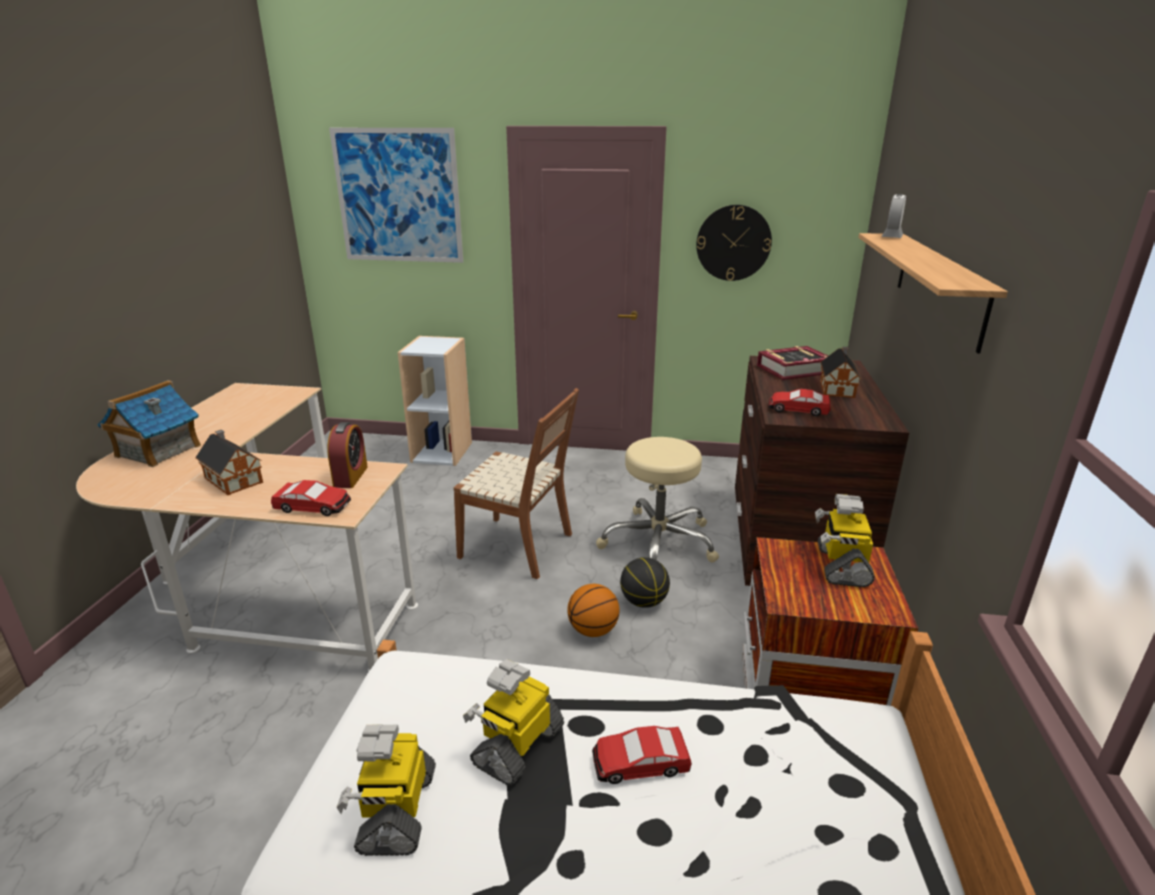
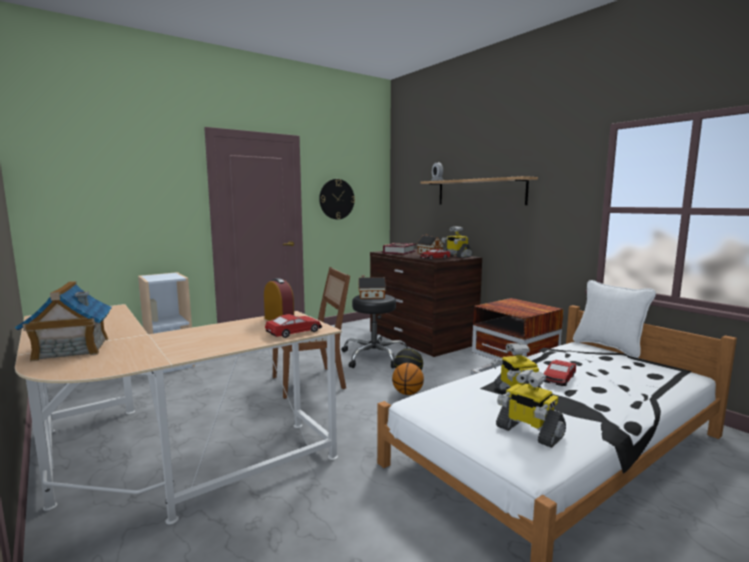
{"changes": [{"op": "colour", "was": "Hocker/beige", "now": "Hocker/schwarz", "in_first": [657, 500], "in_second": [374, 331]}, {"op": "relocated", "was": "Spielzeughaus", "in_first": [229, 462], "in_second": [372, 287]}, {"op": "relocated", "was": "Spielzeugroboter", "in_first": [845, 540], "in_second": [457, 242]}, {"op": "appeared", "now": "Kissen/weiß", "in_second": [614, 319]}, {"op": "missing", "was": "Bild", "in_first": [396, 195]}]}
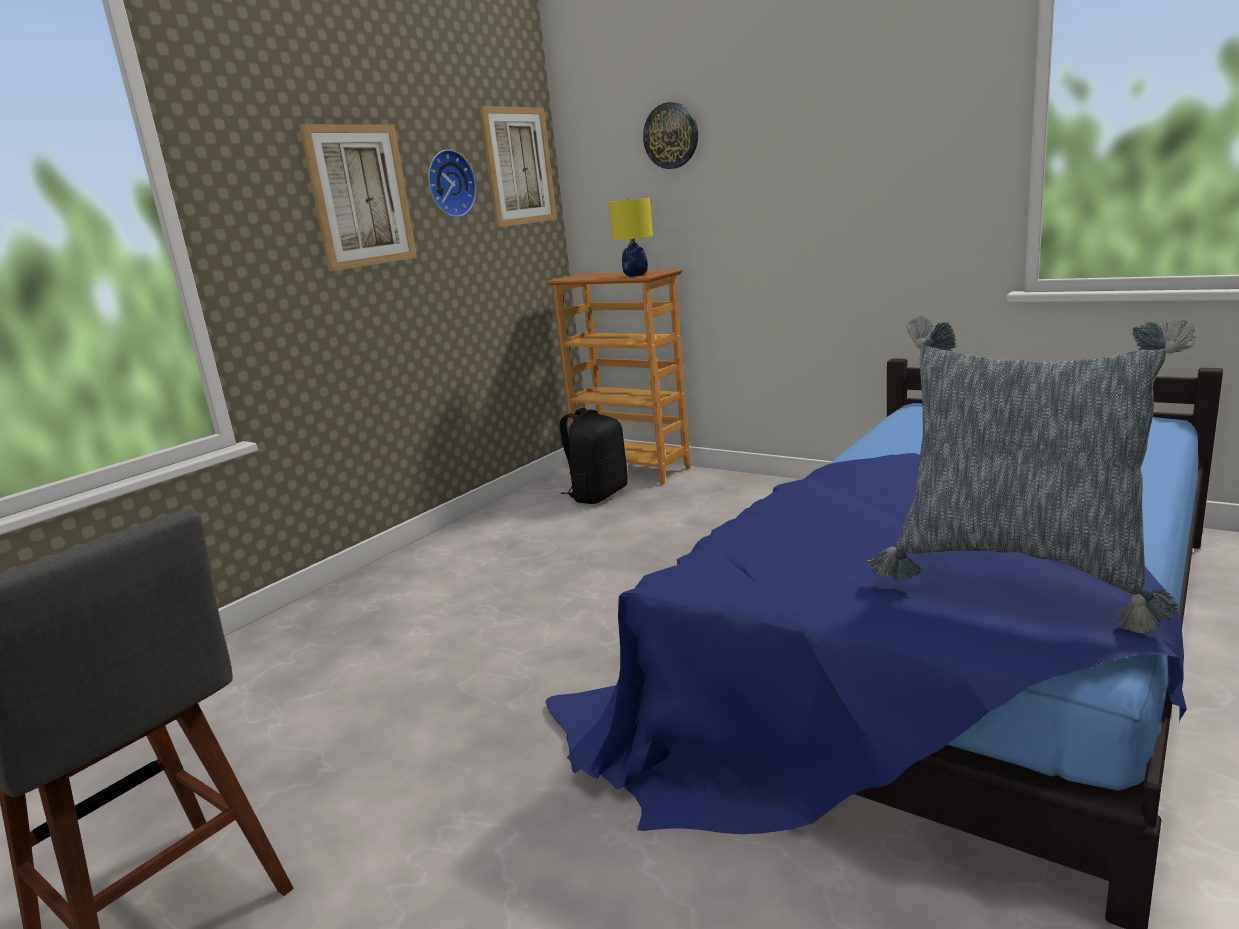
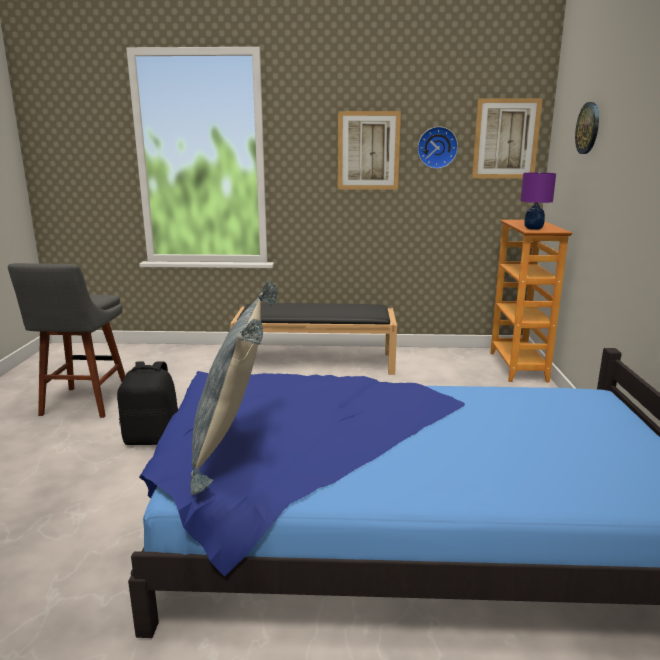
{"changes": [{"op": "relocated", "was": "Rucksack/schwarz", "in_first": [594, 456], "in_second": [147, 403]}, {"op": "appeared", "now": "Bank/schwarz", "in_second": [313, 339]}, {"op": "colour", "was": "Tischlampe/gelb", "now": "Tischlampe/lila", "in_first": [630, 237], "in_second": [538, 201]}]}
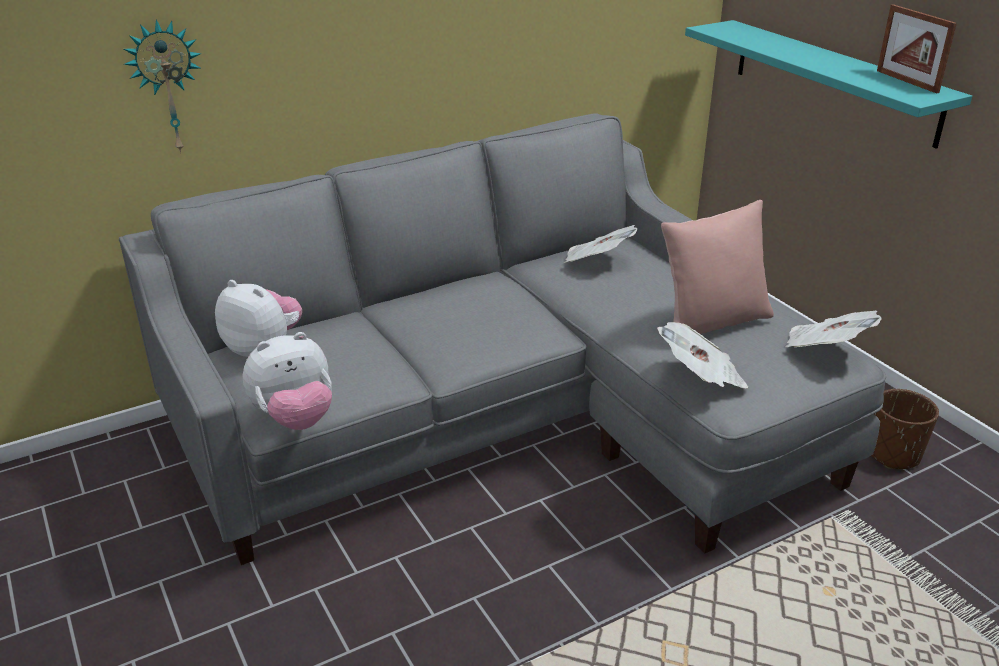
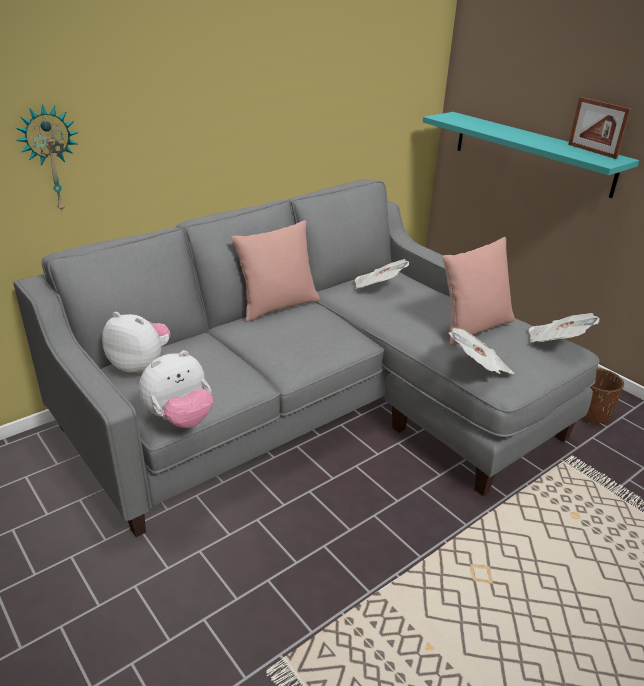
{"changes": [{"op": "appeared", "now": "Kissen/rosa", "in_second": [275, 271]}]}
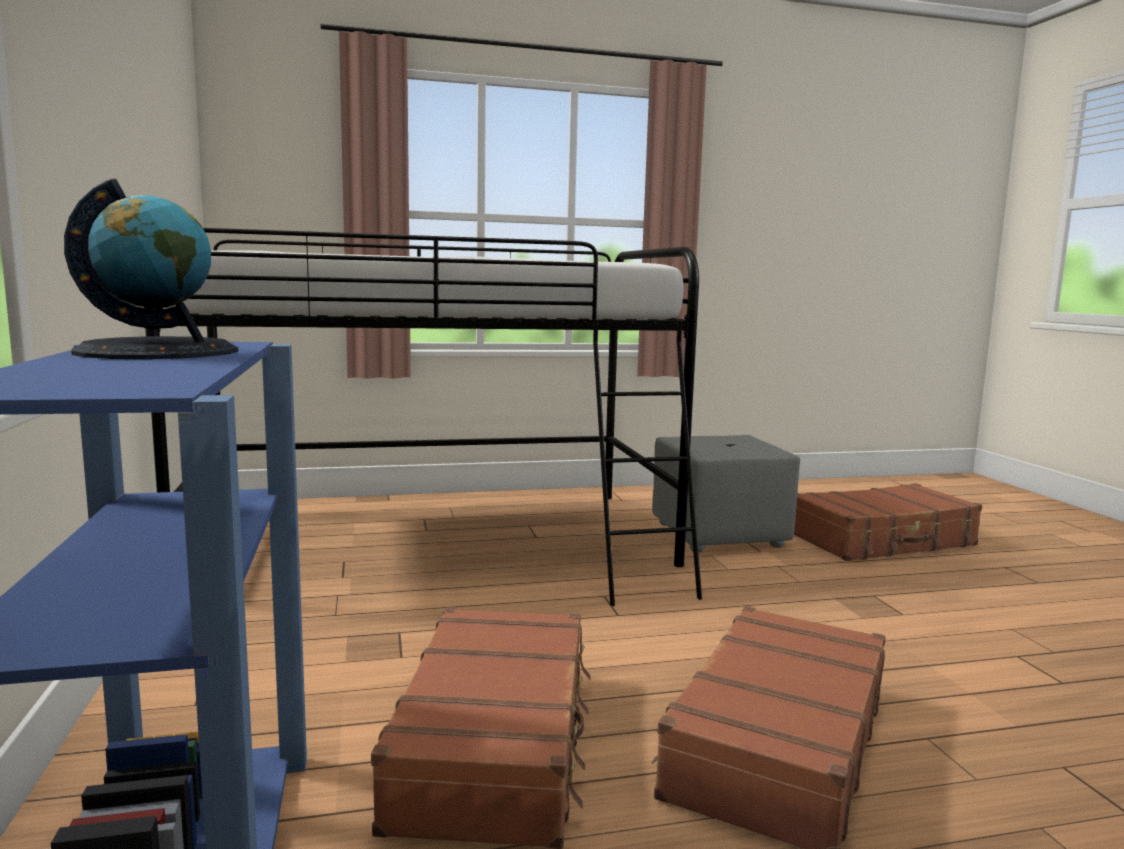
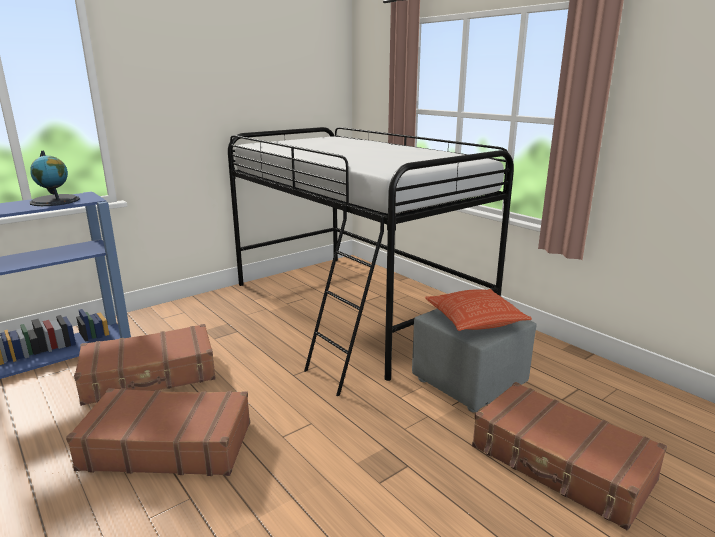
{"changes": [{"op": "appeared", "now": "Kissen/orange", "in_second": [478, 310]}]}
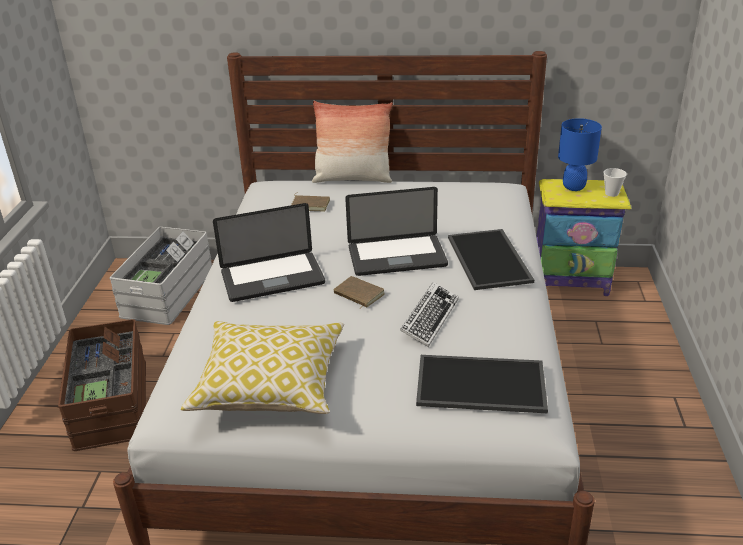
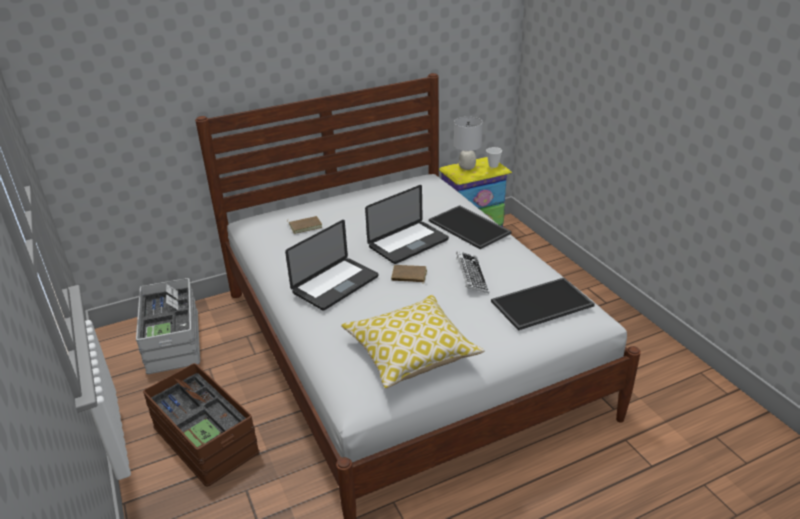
{"changes": [{"op": "colour", "was": "Tischlampe/blau", "now": "Tischlampe/grau", "in_first": [580, 154], "in_second": [468, 143]}, {"op": "missing", "was": "Kissen", "in_first": [352, 142]}]}
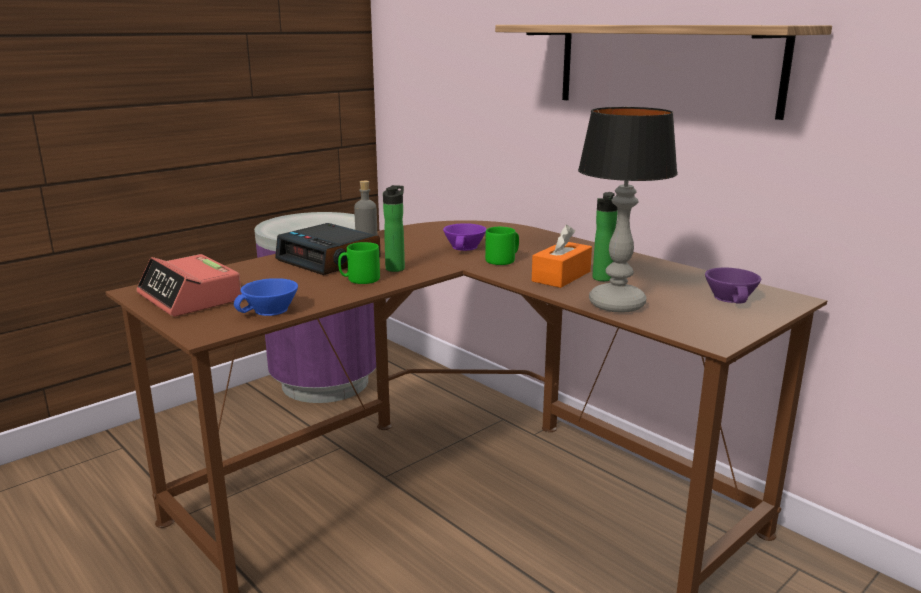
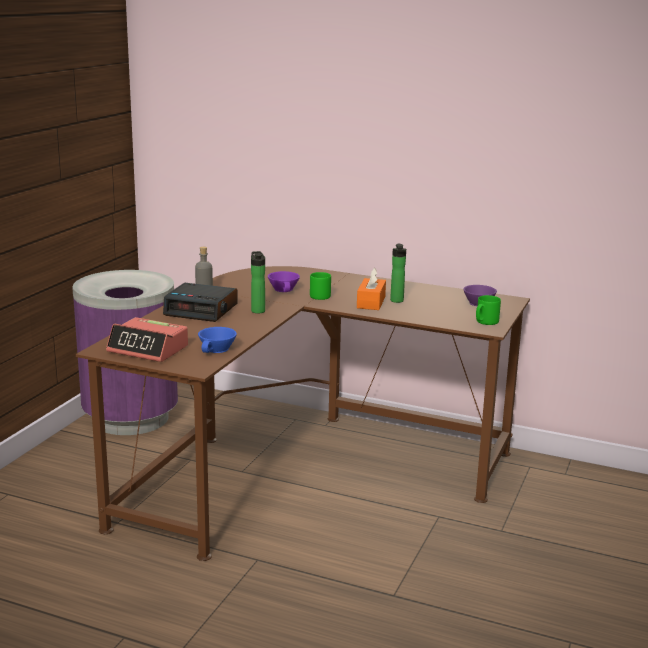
{"changes": [{"op": "relocated", "was": "Henkelbecher/grün", "in_first": [359, 263], "in_second": [488, 310]}, {"op": "missing", "was": "Wandregal", "in_first": [663, 72]}, {"op": "missing", "was": "Tischlampe", "in_first": [628, 210]}]}
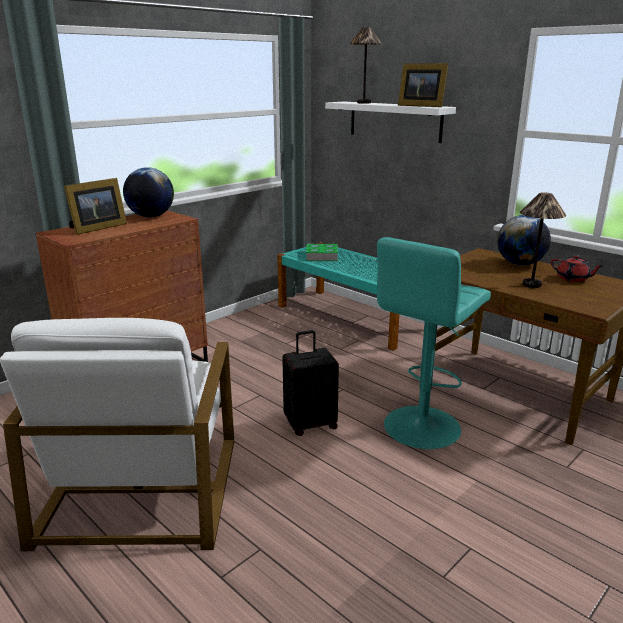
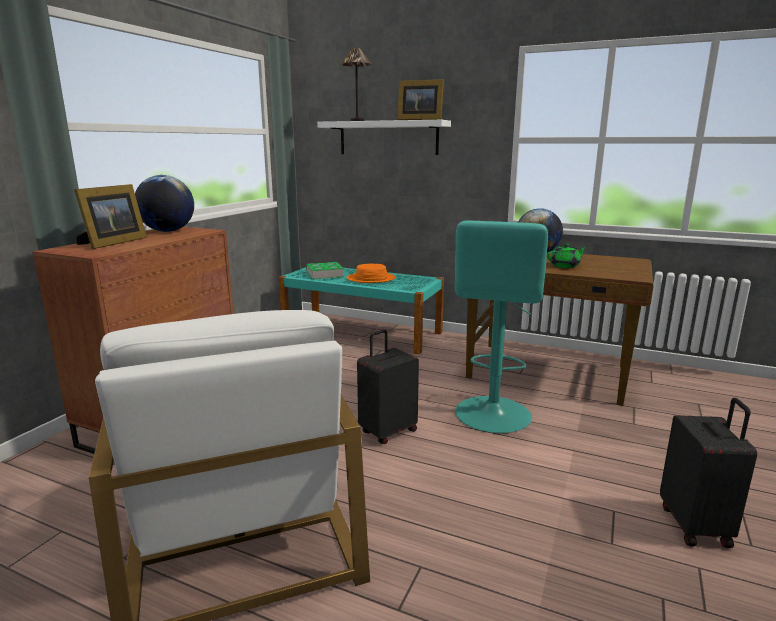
{"changes": [{"op": "appeared", "now": "Hut/orange", "in_second": [371, 273]}, {"op": "exchanged", "was": "Tischlampe", "now": "Teekanne/grün", "in_first": [543, 240], "in_second": [566, 255]}, {"op": "appeared", "now": "Koffer/schwarz", "in_second": [708, 473]}, {"op": "missing", "was": "Teekanne/rot", "in_first": [577, 268]}]}
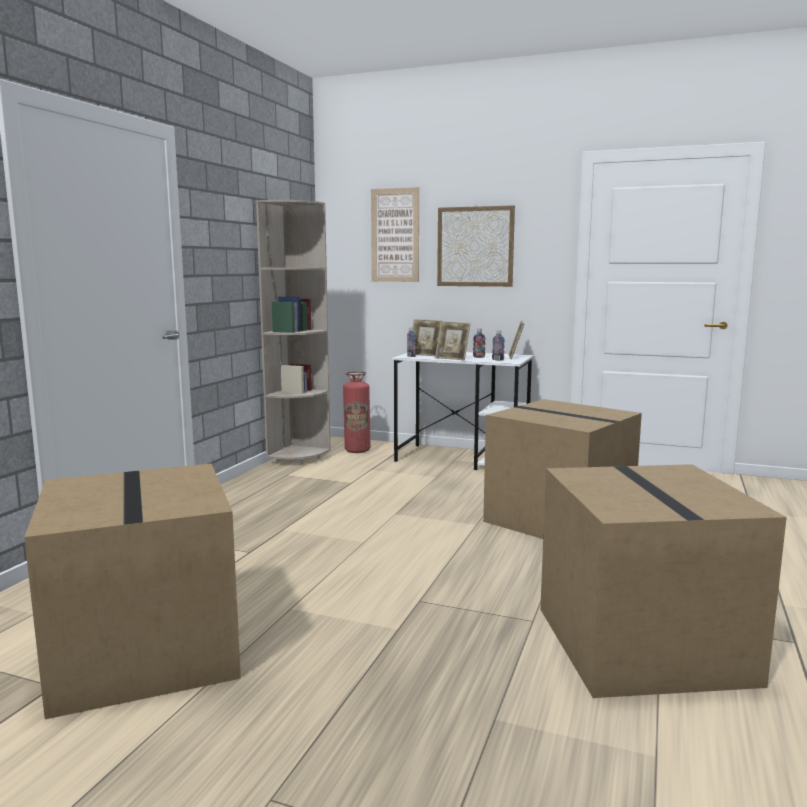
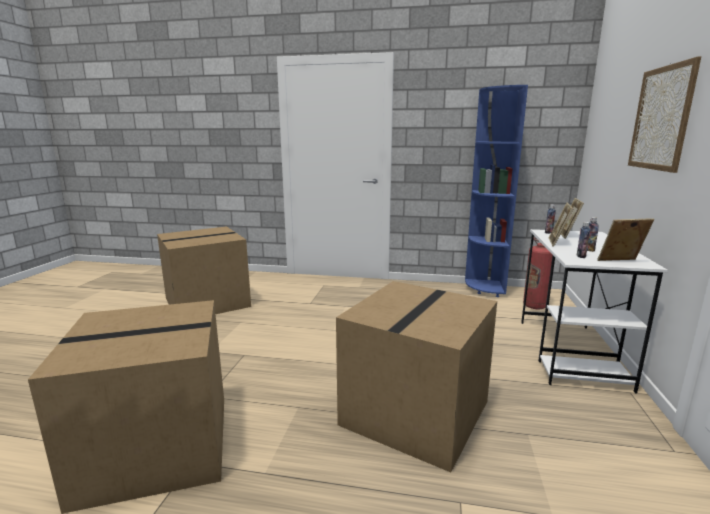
{"changes": [{"op": "colour", "was": "Bücherregal/beige", "now": "Bücherregal/blau", "in_first": [293, 332], "in_second": [496, 191]}, {"op": "missing", "was": "Bild", "in_first": [395, 234]}]}
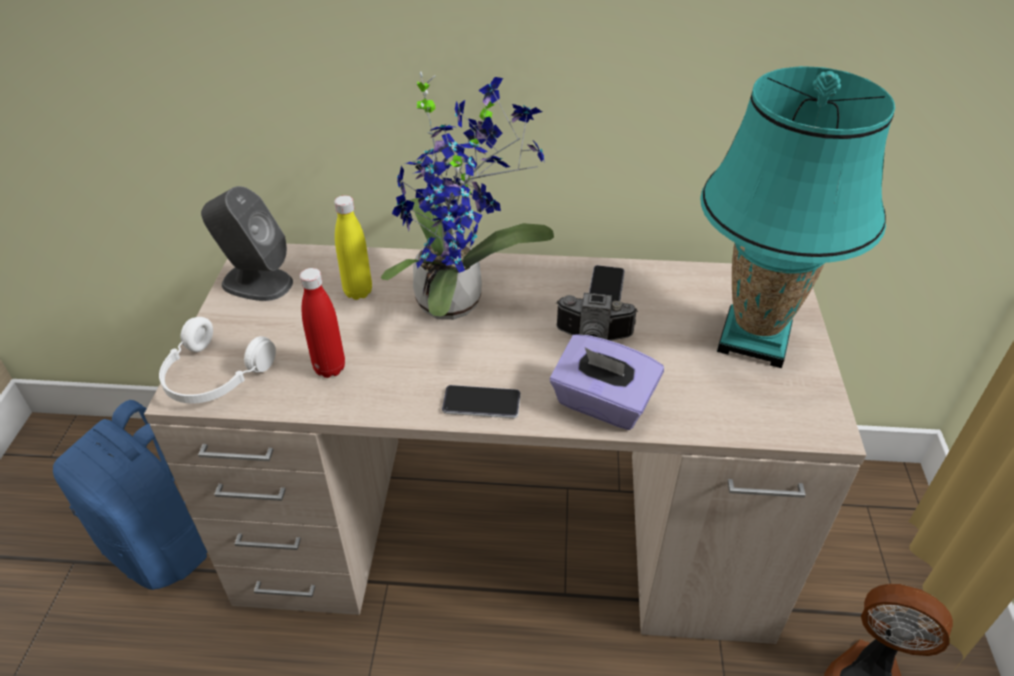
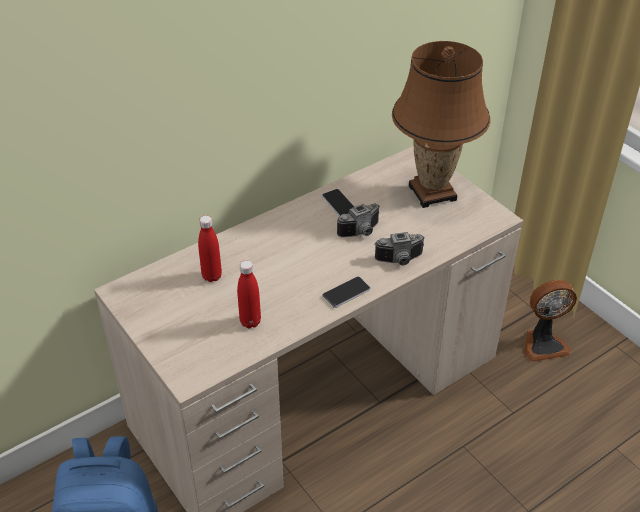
{"changes": [{"op": "colour", "was": "Flasche/gelb", "now": "Flasche/rot", "in_first": [353, 247], "in_second": [210, 248]}, {"op": "exchanged", "was": "Taschentuchbox/lila", "now": "Kamera", "in_first": [607, 382], "in_second": [399, 248]}, {"op": "colour", "was": "Tischlampe/türkis", "now": "Tischlampe/braun", "in_first": [797, 217], "in_second": [441, 124]}, {"op": "missing", "was": "Kopfhörer/weiß", "in_first": [217, 360]}, {"op": "missing", "was": "Lautsprecher/grau", "in_first": [247, 243]}, {"op": "missing", "was": "Topfpflanze", "in_first": [467, 195]}]}
